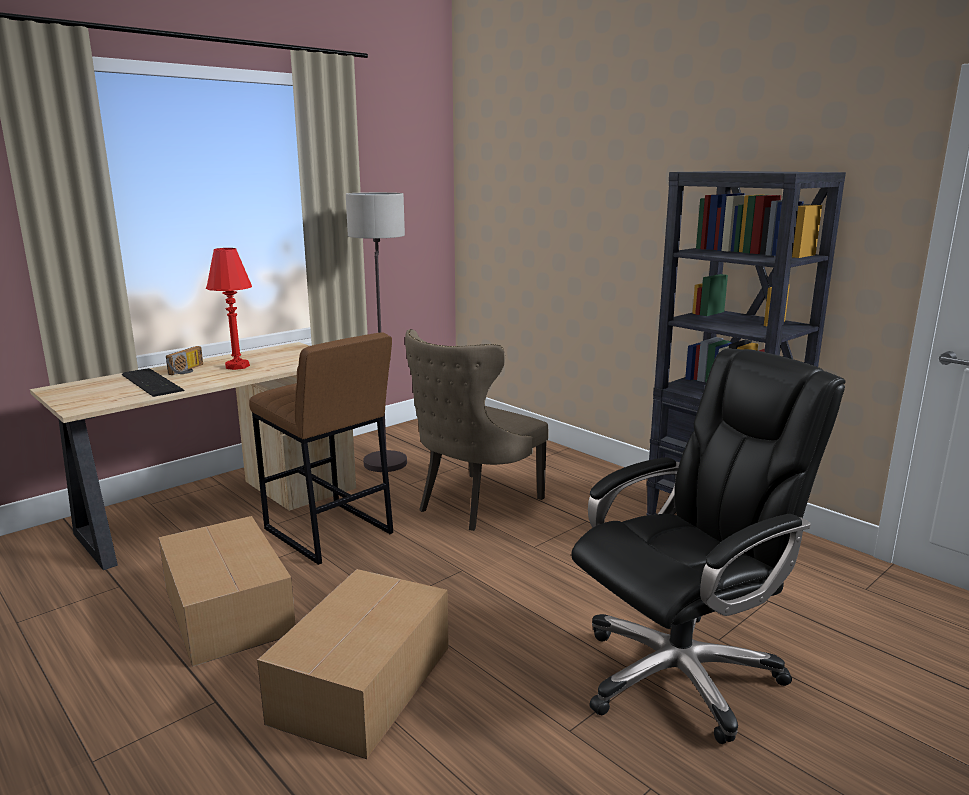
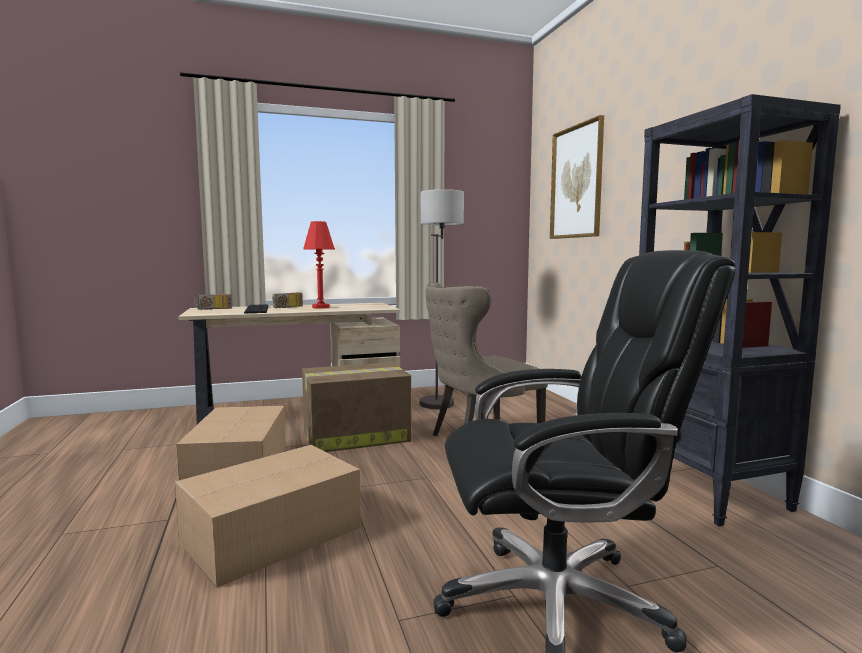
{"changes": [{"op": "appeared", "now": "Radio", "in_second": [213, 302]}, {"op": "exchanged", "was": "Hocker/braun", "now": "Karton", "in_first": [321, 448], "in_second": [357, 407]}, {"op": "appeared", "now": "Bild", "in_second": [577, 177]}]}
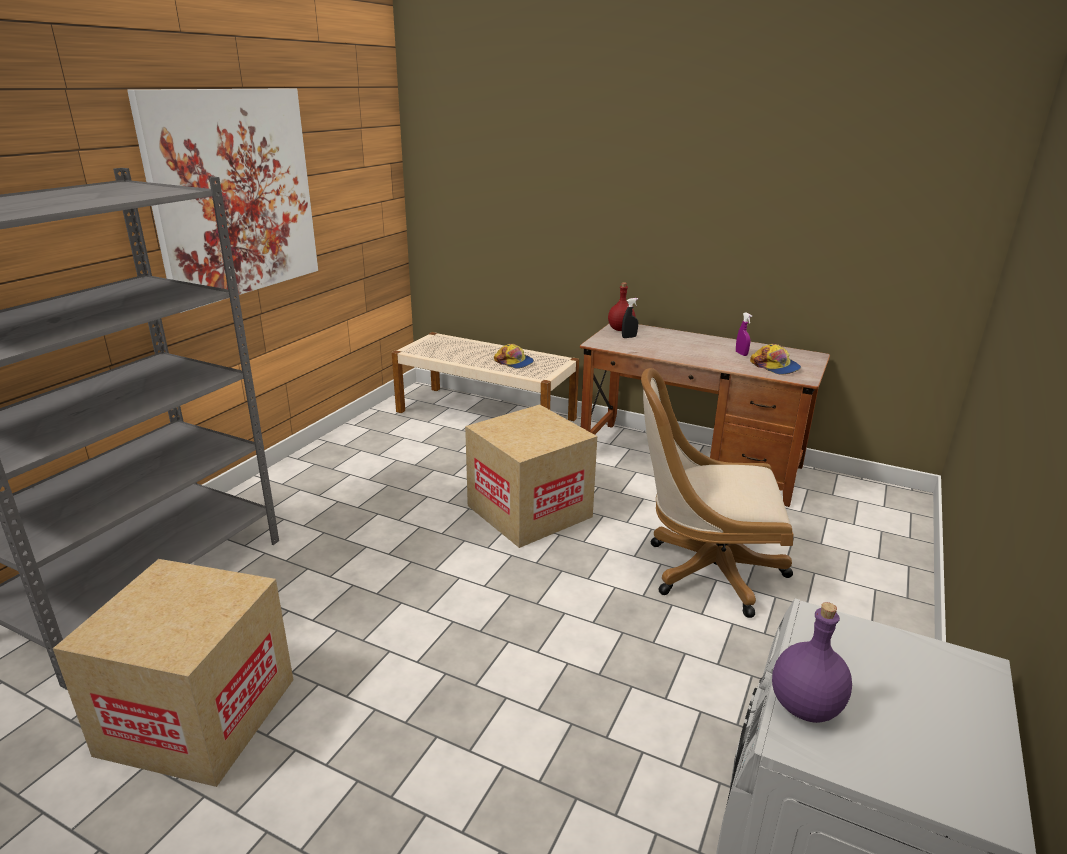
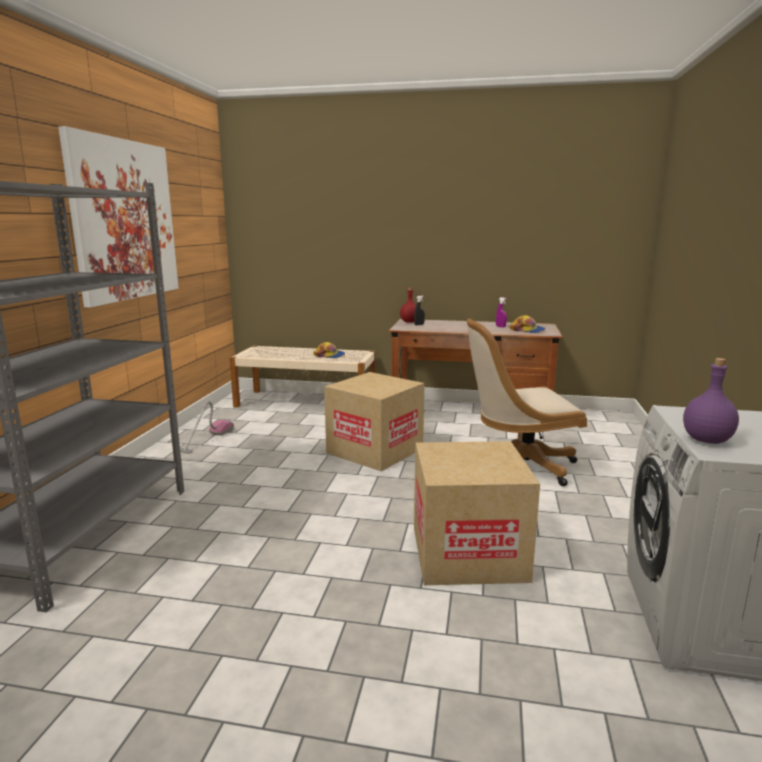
{"changes": [{"op": "appeared", "now": "Staubsauger", "in_second": [207, 427]}, {"op": "relocated", "was": "Karton", "in_first": [173, 673], "in_second": [477, 513]}]}
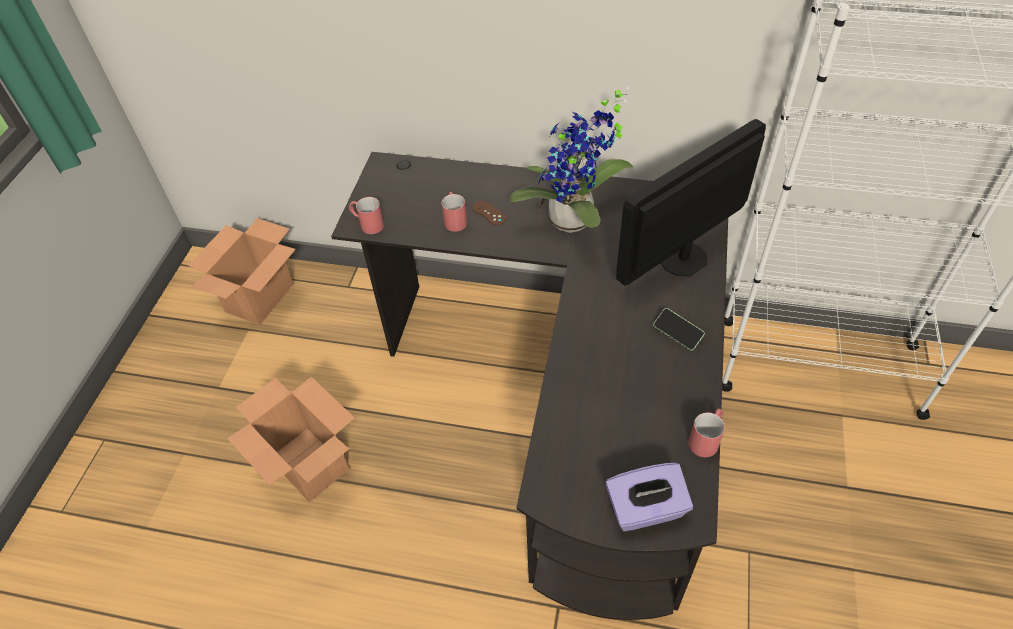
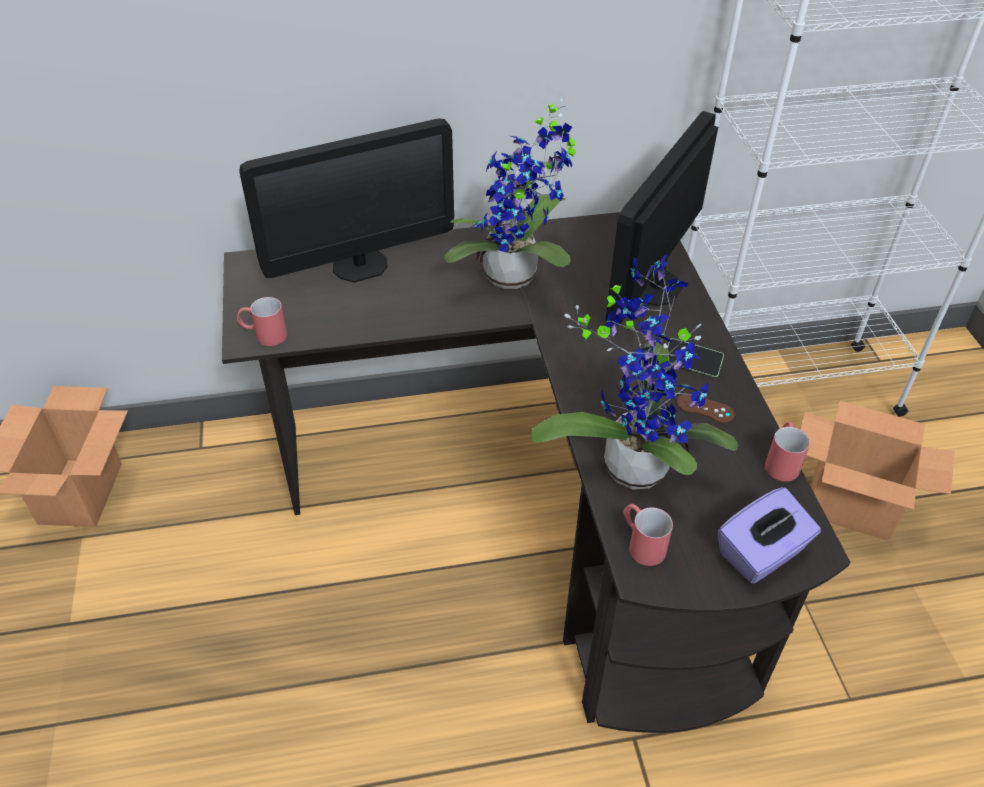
{"changes": [{"op": "appeared", "now": "Monitor", "in_second": [346, 200]}, {"op": "appeared", "now": "Topfpflanze", "in_second": [634, 372]}, {"op": "relocated", "was": "Henkelbecher/rot", "in_first": [454, 212], "in_second": [648, 535]}, {"op": "relocated", "was": "Gamepad/braun", "in_first": [489, 213], "in_second": [706, 408]}, {"op": "relocated", "was": "Karton", "in_first": [291, 440], "in_second": [877, 471]}]}
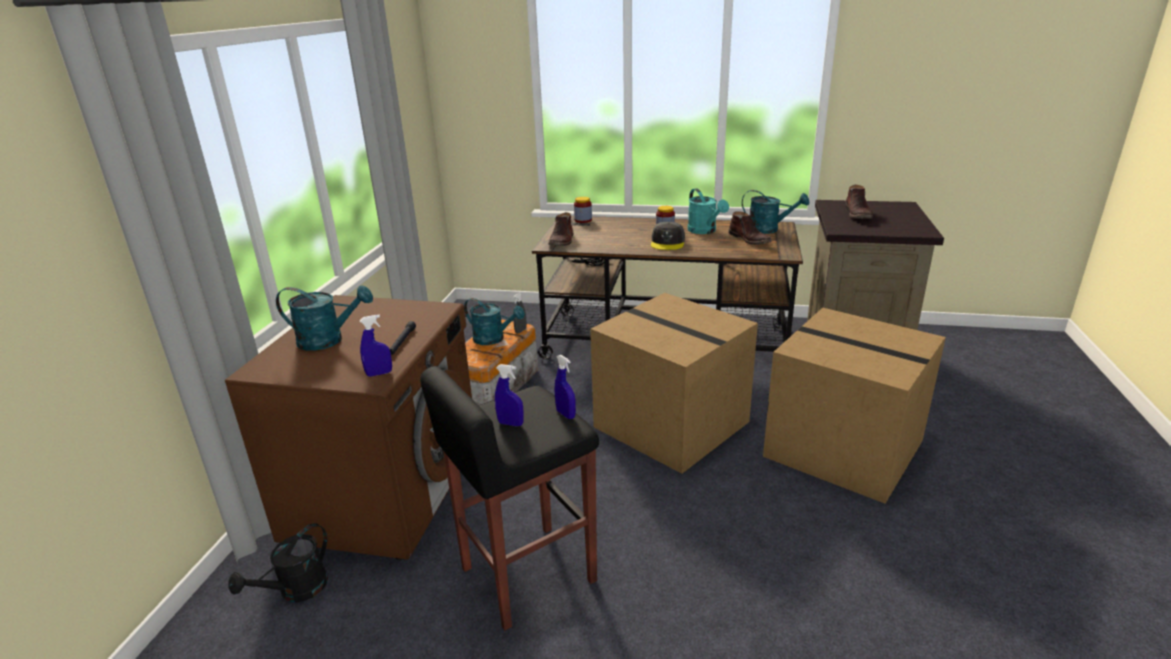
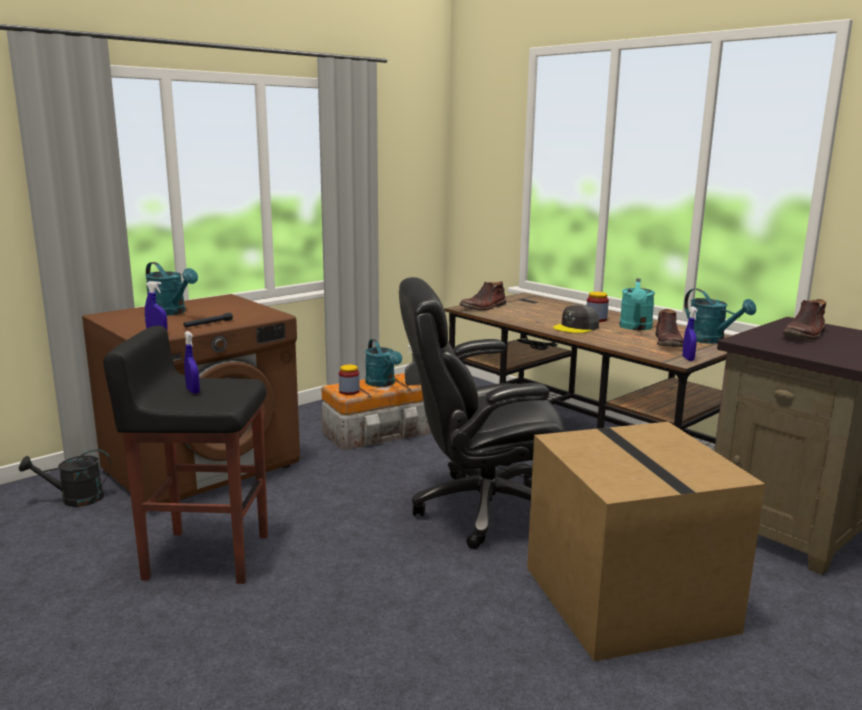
{"changes": [{"op": "relocated", "was": "Vorratsglas", "in_first": [583, 210], "in_second": [349, 380]}, {"op": "exchanged", "was": "Karton", "now": "Bürostuhl/schwarz", "in_first": [674, 383], "in_second": [482, 413]}, {"op": "relocated", "was": "Sprühflasche/blau", "in_first": [565, 387], "in_second": [690, 333]}]}
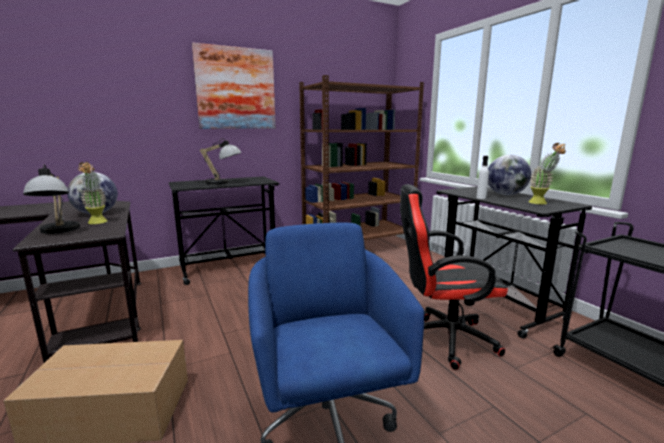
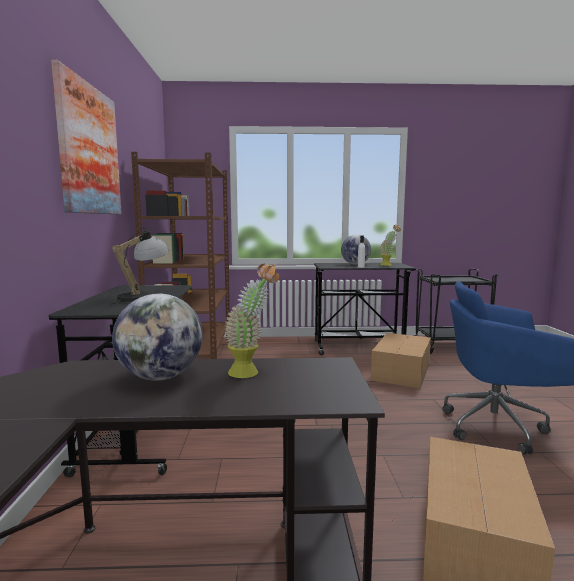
{"changes": [{"op": "exchanged", "was": "Bürostuhl/schwarz", "now": "Karton", "in_first": [454, 277], "in_second": [401, 360]}, {"op": "missing", "was": "Tischlampe", "in_first": [51, 199]}]}
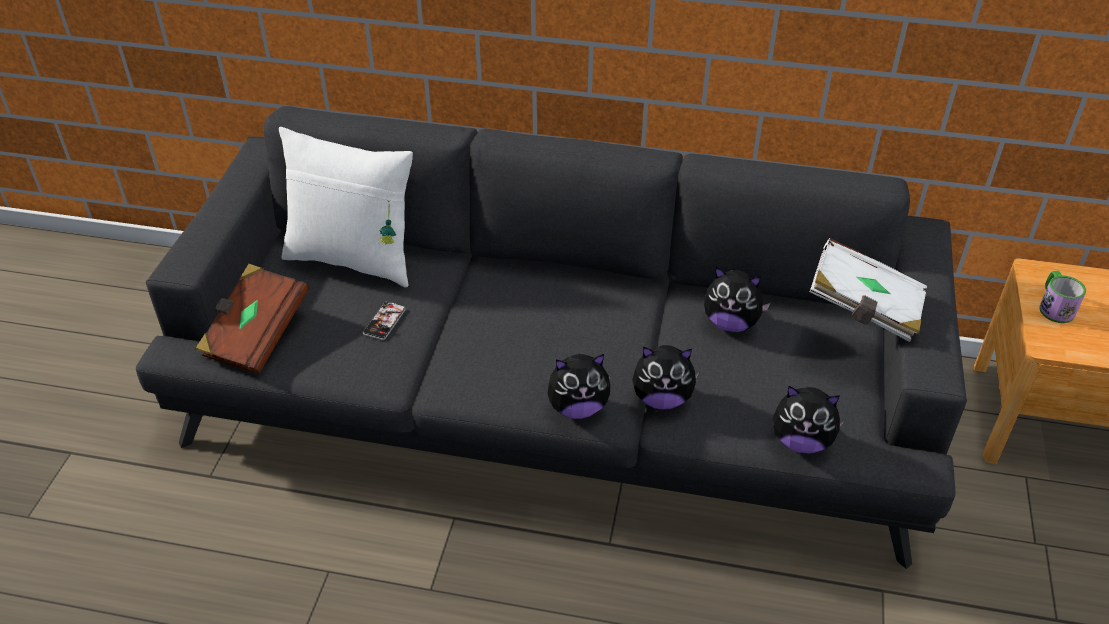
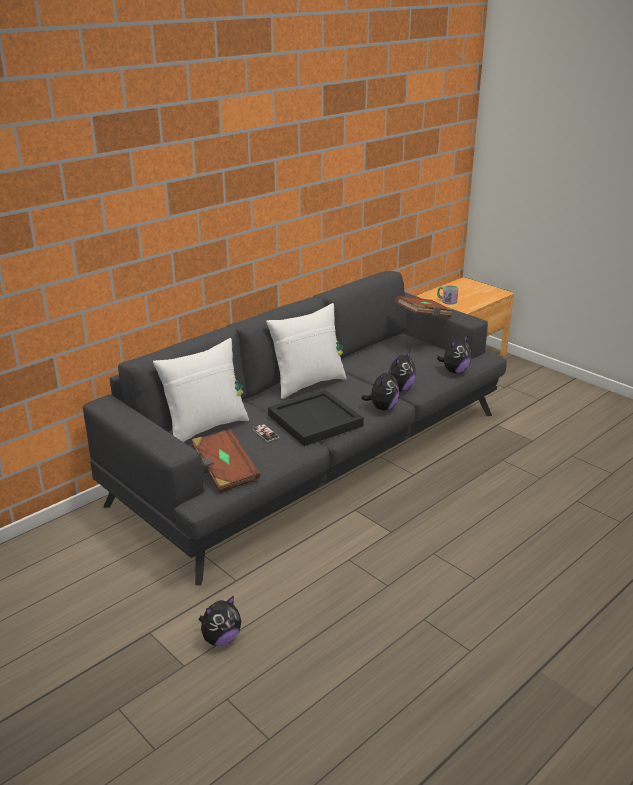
{"changes": [{"op": "relocated", "was": "Plüschtier", "in_first": [737, 299], "in_second": [220, 621]}, {"op": "appeared", "now": "Kissen/weiß", "in_second": [306, 351]}, {"op": "appeared", "now": "Tablett/schwarz", "in_second": [316, 418]}, {"op": "colour", "was": "Buch/weiß", "now": "Buch/braun", "in_first": [868, 290], "in_second": [424, 306]}]}
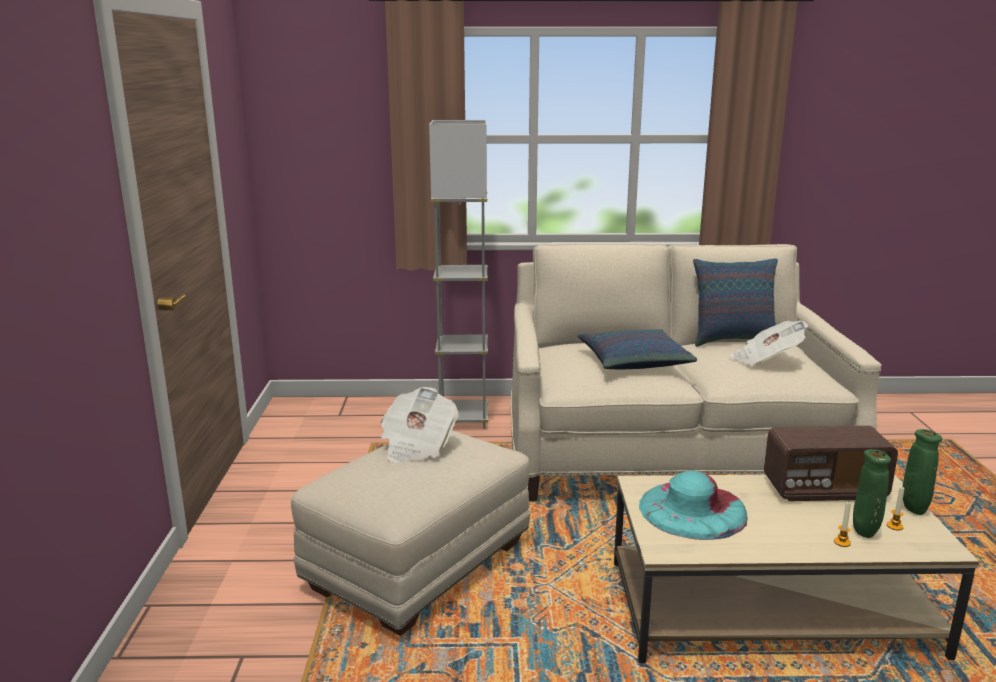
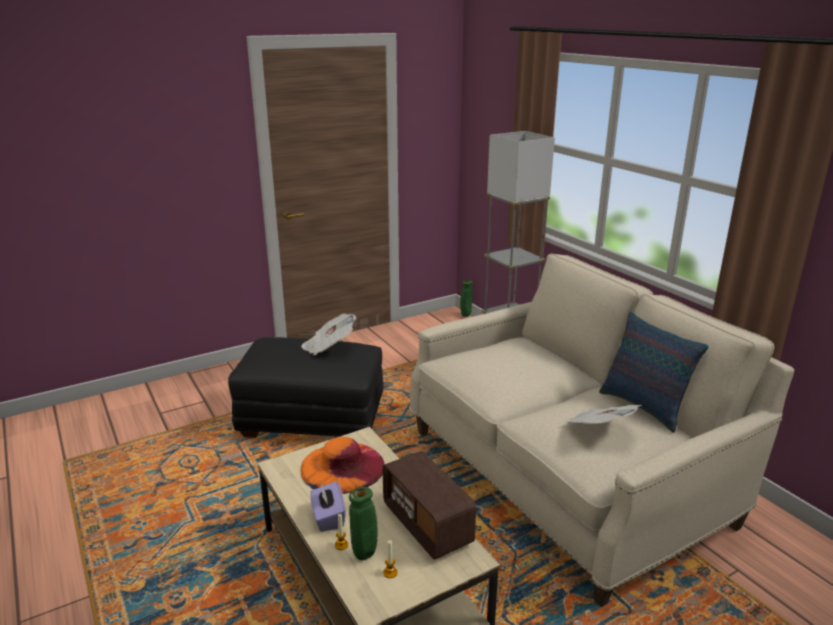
{"changes": [{"op": "colour", "was": "Polsterhocker/beige", "now": "Polsterhocker/schwarz", "in_first": [410, 533], "in_second": [306, 387]}, {"op": "colour", "was": "Hut/türkis", "now": "Hut/orange", "in_first": [693, 505], "in_second": [342, 465]}, {"op": "appeared", "now": "Taschentuchbox/lila", "in_second": [328, 506]}, {"op": "relocated", "was": "Vase/grün", "in_first": [922, 472], "in_second": [466, 298]}, {"op": "missing", "was": "Kissen/blau", "in_first": [637, 349]}]}
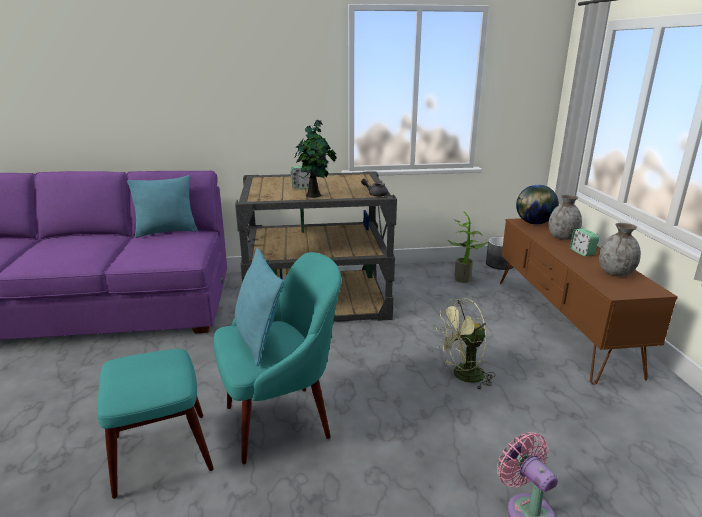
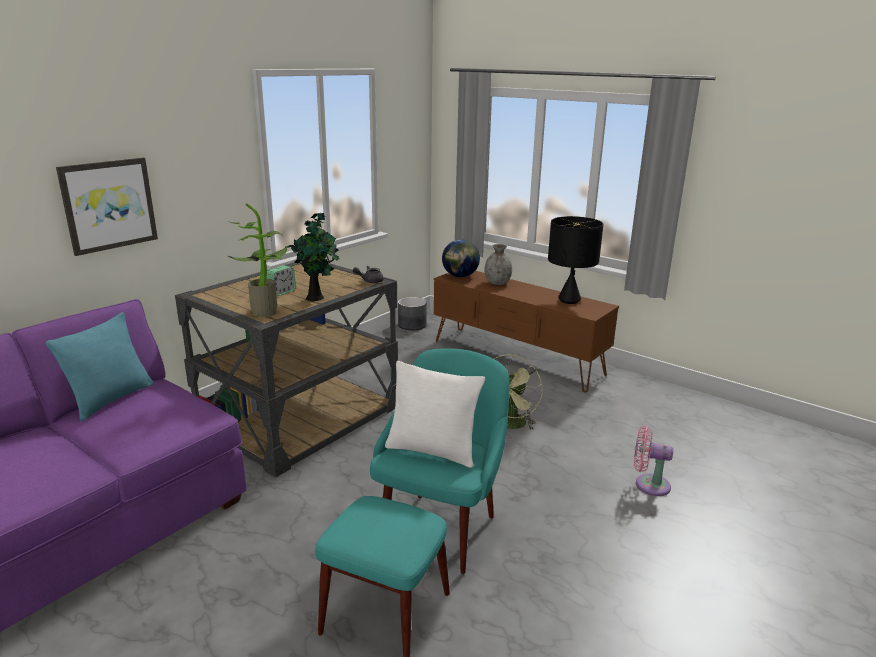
{"changes": [{"op": "appeared", "now": "Bild", "in_second": [107, 207]}, {"op": "relocated", "was": "Topfpflanze", "in_first": [468, 247], "in_second": [258, 260]}, {"op": "colour", "was": "Kissen/türkis", "now": "Kissen/weiß", "in_first": [259, 307], "in_second": [435, 414]}, {"op": "exchanged", "was": "Vase/grau", "now": "Tischlampe/schwarz", "in_first": [620, 249], "in_second": [576, 260]}, {"op": "missing", "was": "Wecker", "in_first": [584, 242]}]}
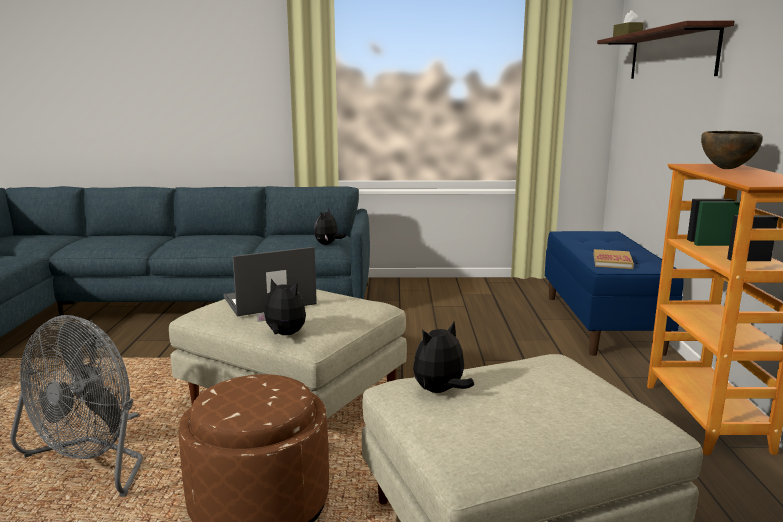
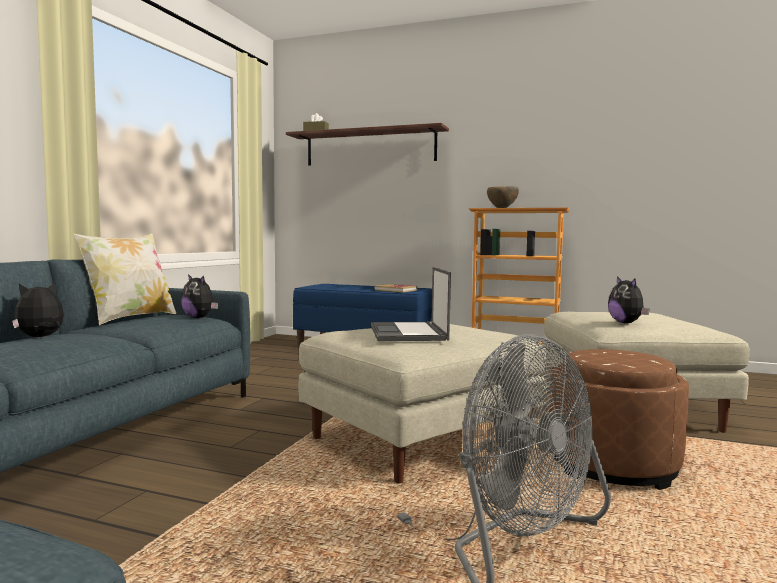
{"changes": [{"op": "relocated", "was": "Plüschtier", "in_first": [281, 306], "in_second": [38, 309]}, {"op": "appeared", "now": "Kissen", "in_second": [125, 279]}]}
